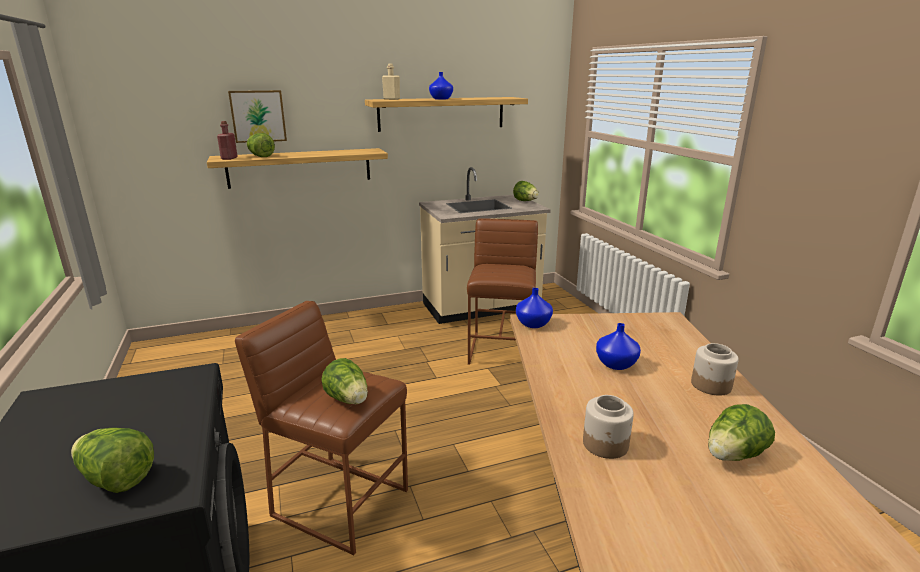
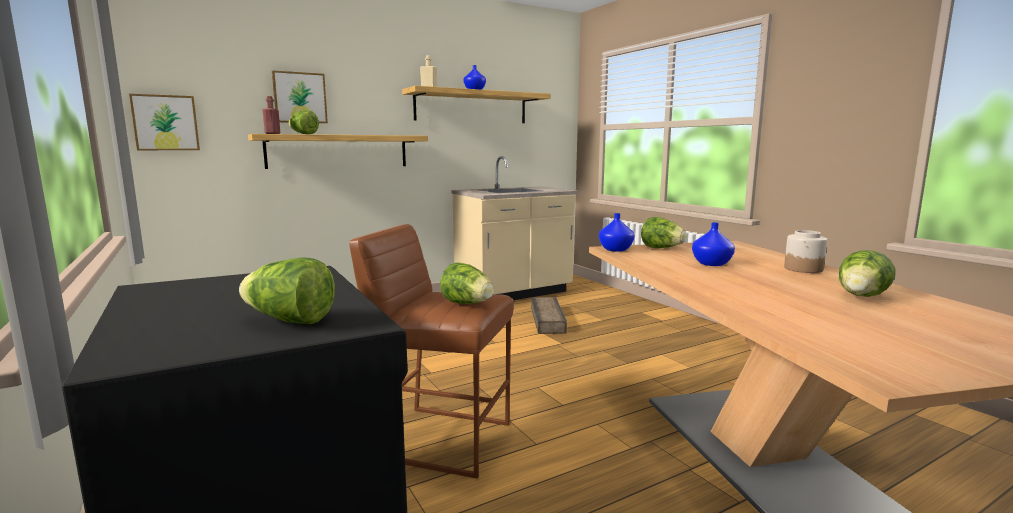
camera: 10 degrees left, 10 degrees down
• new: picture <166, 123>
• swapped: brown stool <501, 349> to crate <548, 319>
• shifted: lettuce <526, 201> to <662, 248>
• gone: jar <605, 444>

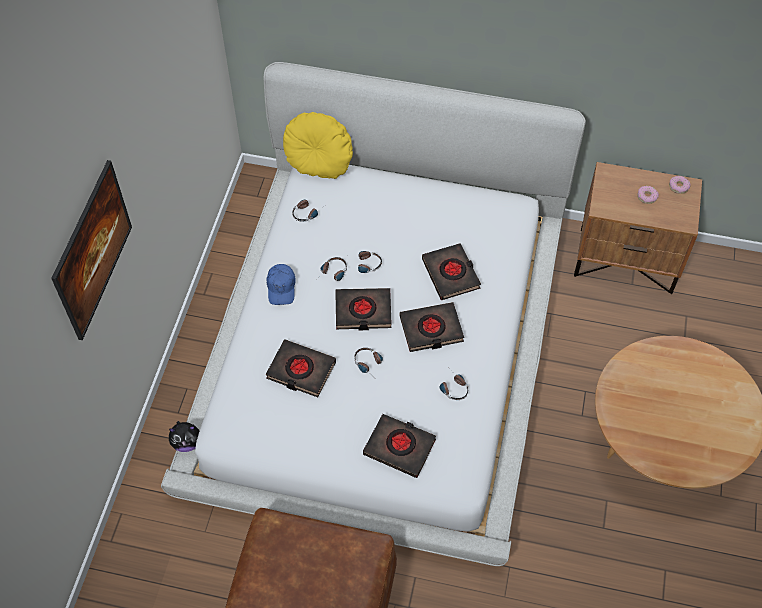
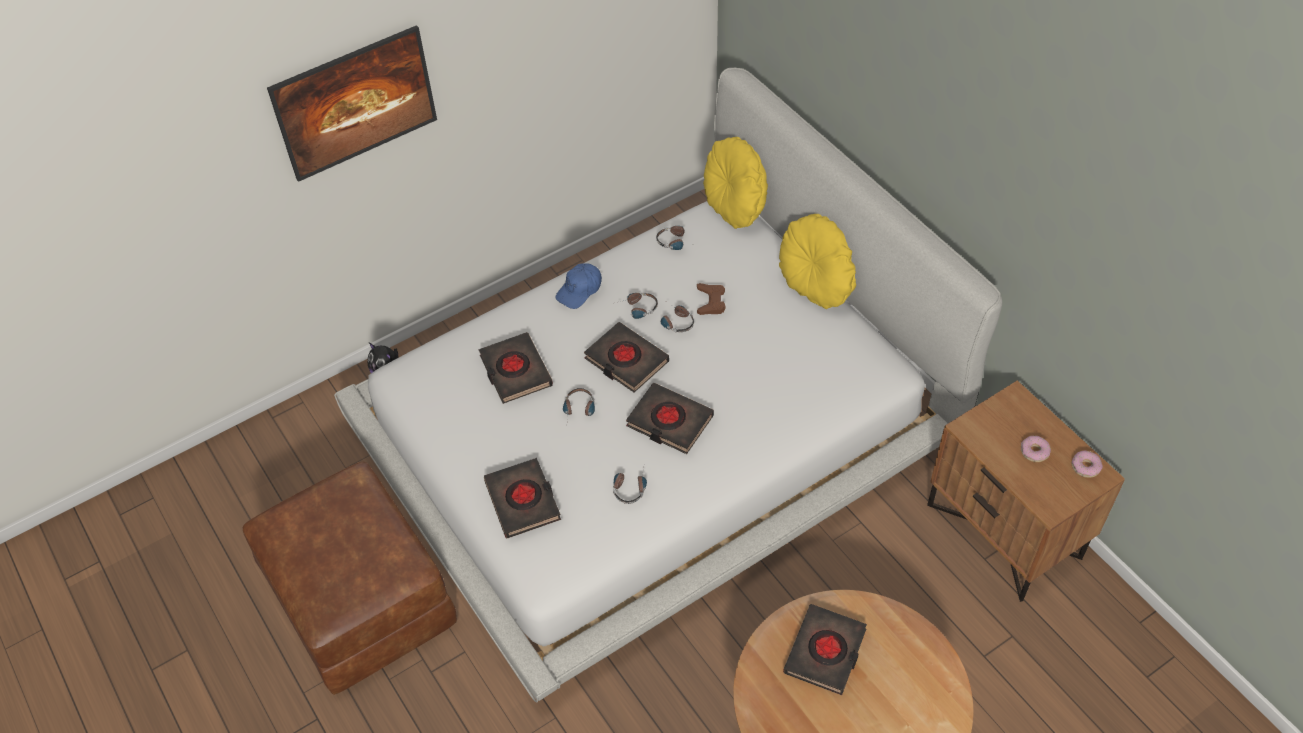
camera: 45 degrees right, 5 degrees down
• new: brown game controller <711, 302>
• new: yellow pillow <816, 288>
• shifted: black book <451, 274> to <825, 652>

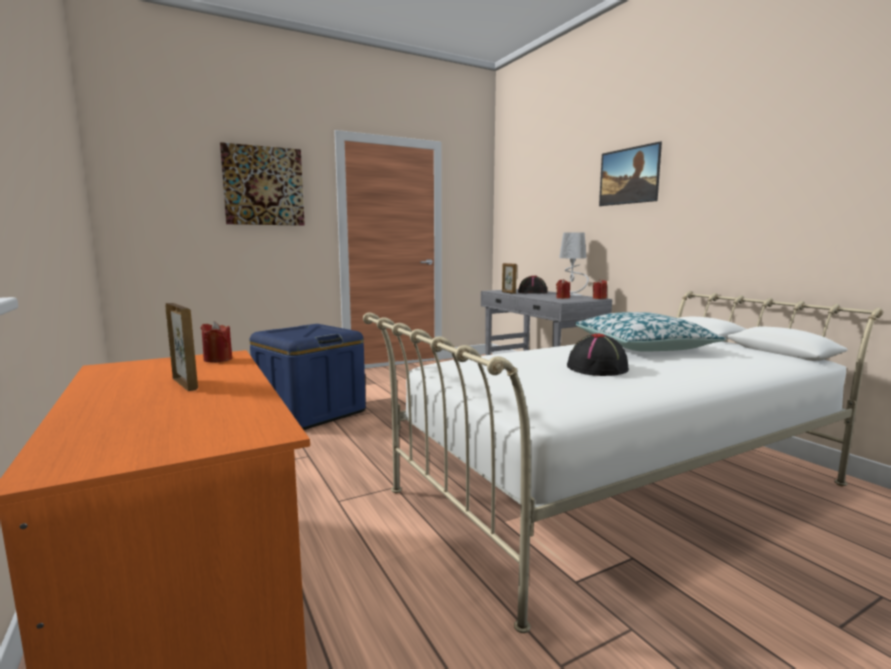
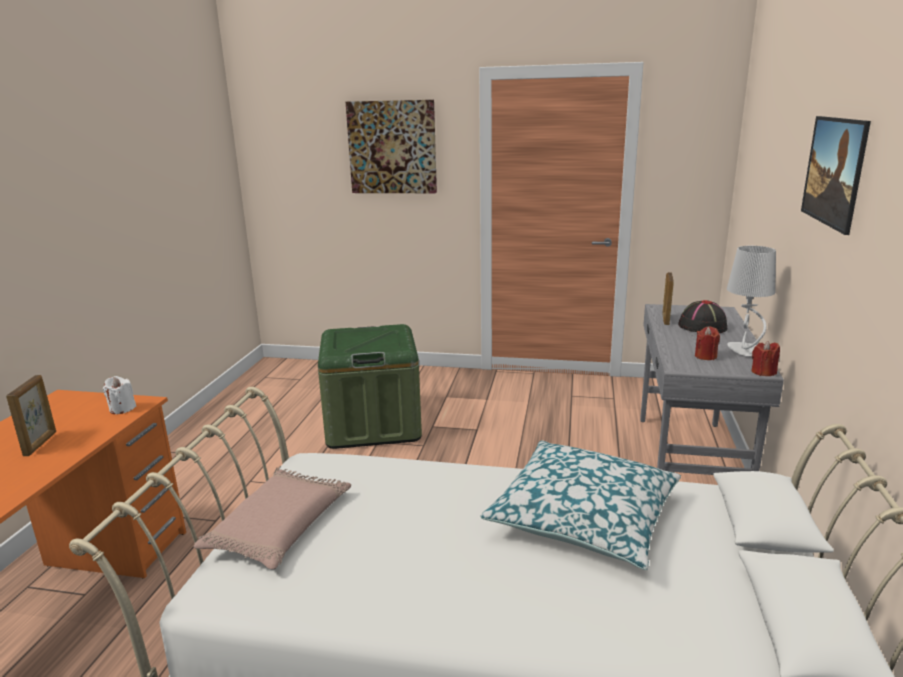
camera: 40 degrees right, 10 degrees up
• repainted: red candle <218, 359> to white candle <122, 409>
• new: beige pillow <278, 524>
• repainted: blue storage box <310, 412> to green storage box <373, 424>
• gone: black hat <597, 368>

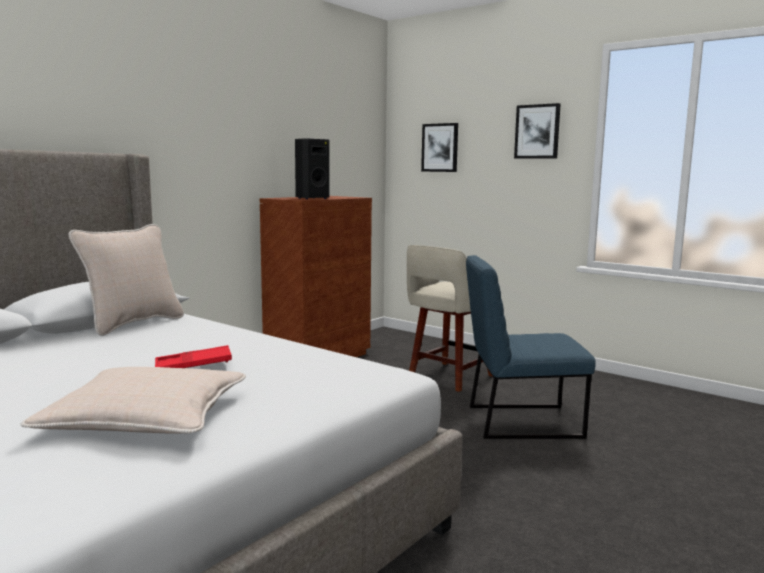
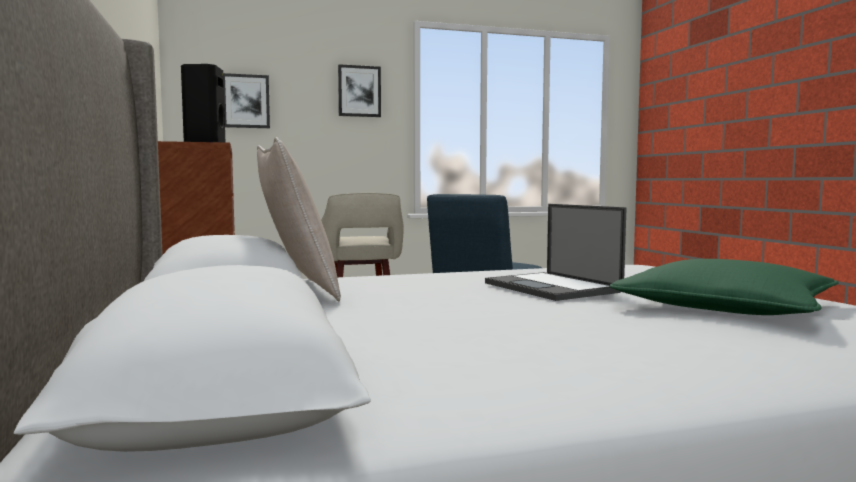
camera: 55 degrees left, 5 degrees down
• swapped: red tray <193, 365> to laptop <553, 287>
• repainted: beige pillow <146, 416> to green pillow <724, 306>

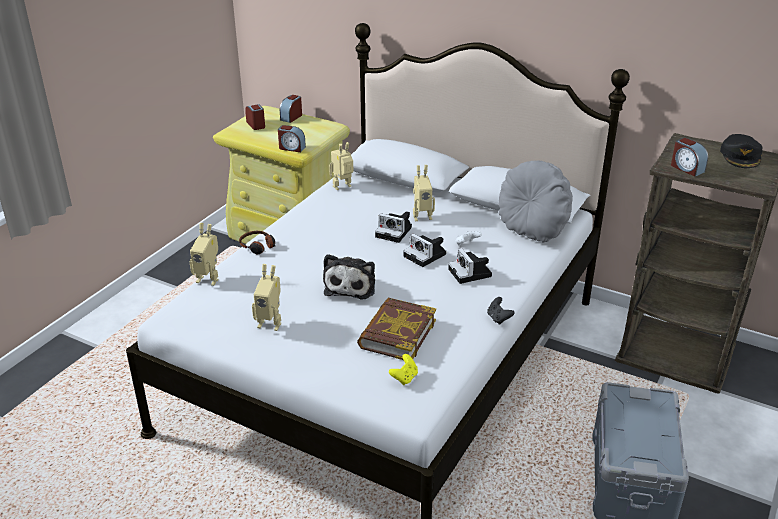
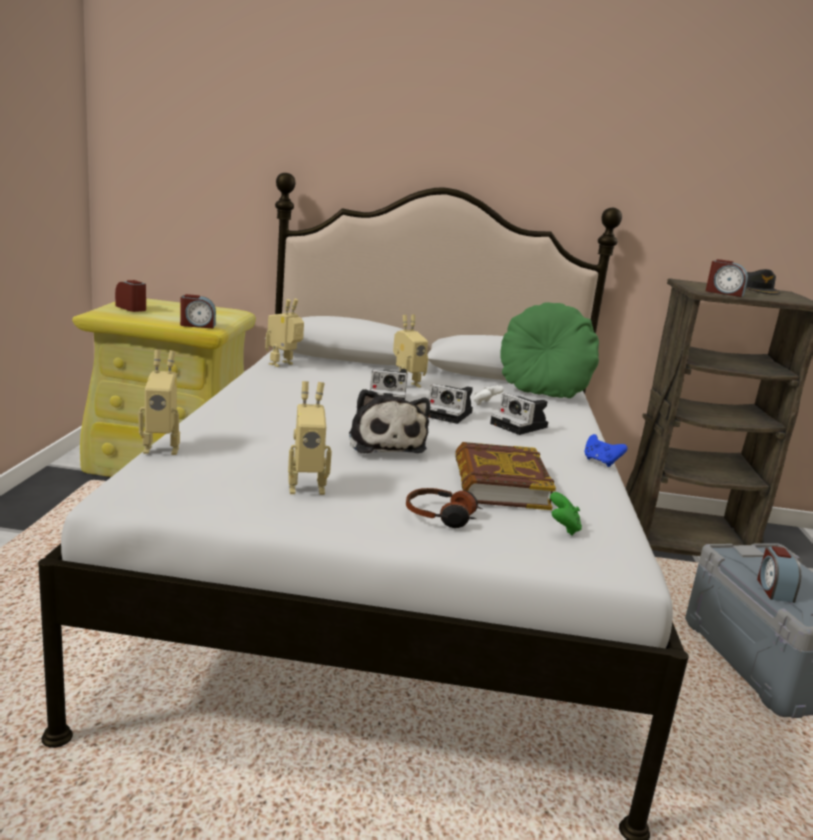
camera: 25 degrees left, 15 degrees down
• shifted: headphones <258, 246> to <442, 516>
• repainted: grey pillow <531, 232> to green pillow <542, 393>
• repainted: yellow game controller <404, 378> to green game controller <563, 528>
• repainted: black game controller <498, 318> to blue game controller <601, 462>
• shifted: alarm clock <291, 117> to <774, 589>

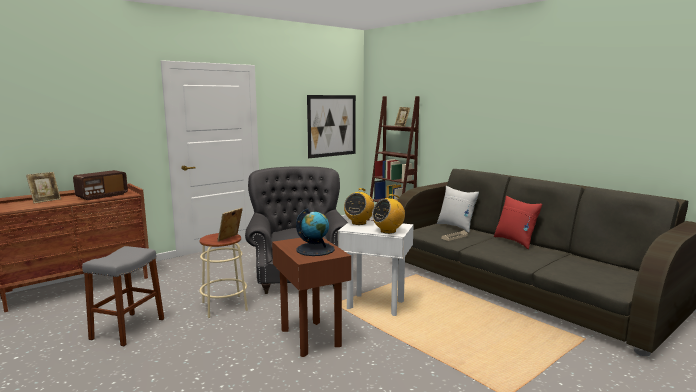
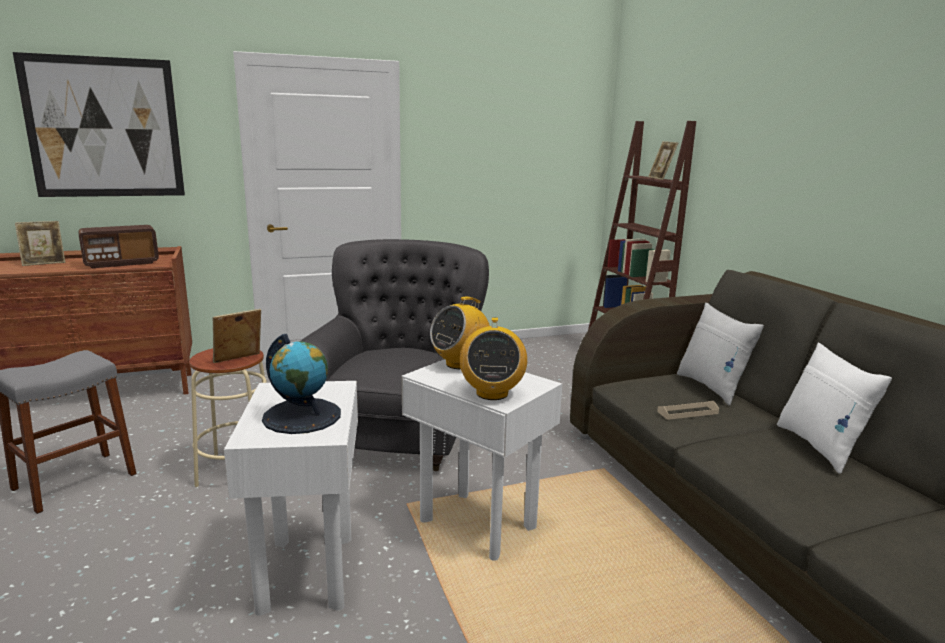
camera: 20 degrees right, 5 degrees up
• shifted: picture <332, 125> to <104, 128>
• repainted: brown side table <311, 337> to white side table <308, 572>
• rotated: radio <388, 231> = <492, 393> 75 degrees counterclockwise
• repainted: red pillow <515, 242> to white pillow <819, 447>

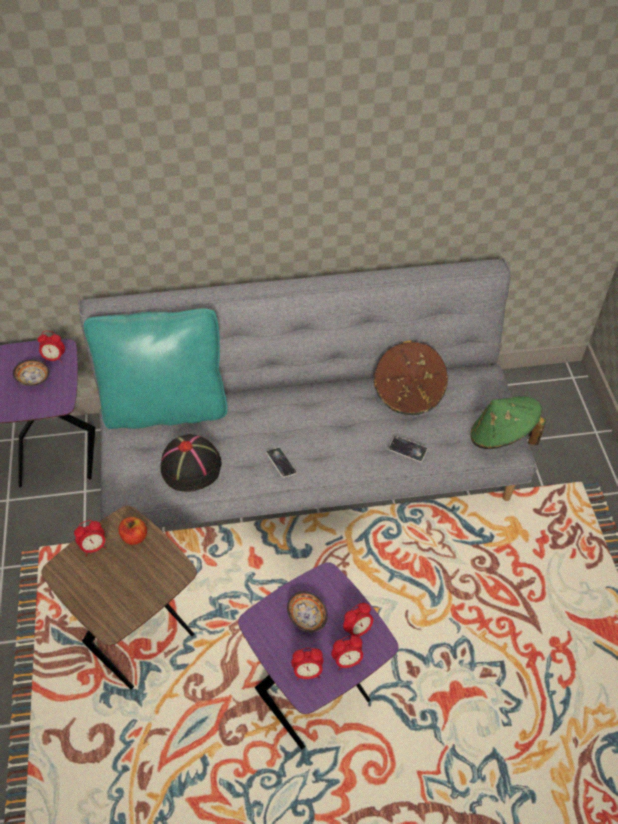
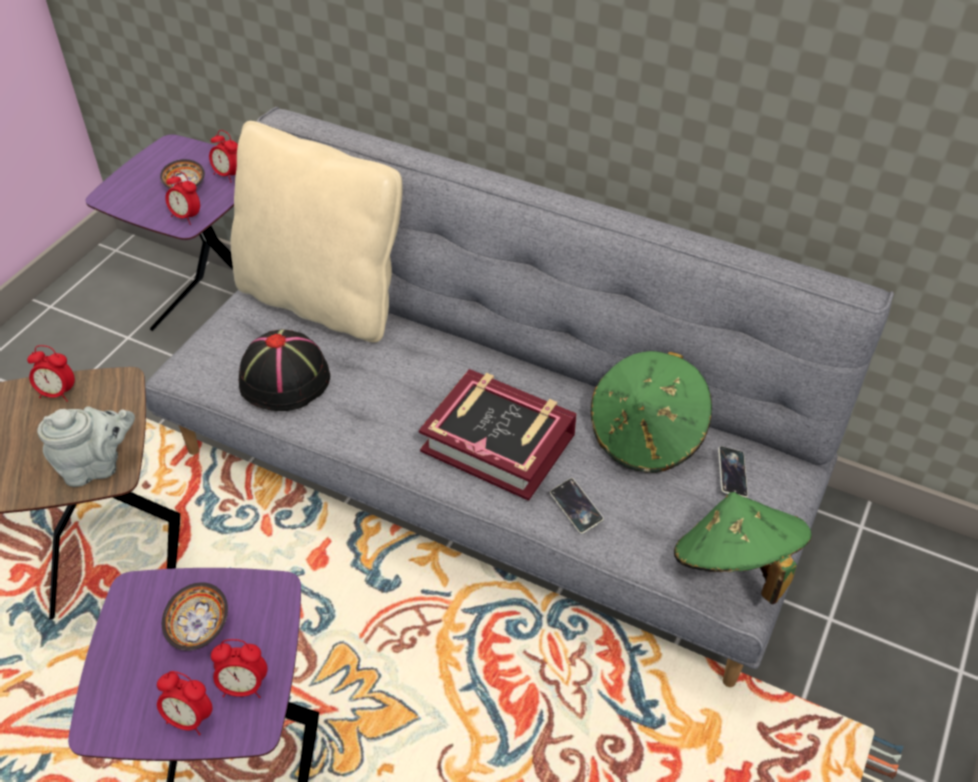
camera: 35 degrees right, 5 degrees down
• new: grey teapot <97, 466>
• shifted: alarm clock <307, 672> to <186, 217>
• repainted: turquoise pillow <166, 408> to beige pillow <322, 300>
• new: book <498, 442>
• repainted: brown hat <409, 393> to green hat <647, 436>
• shifted: phone <281, 464> to <732, 474>
• gone: apple <134, 537>

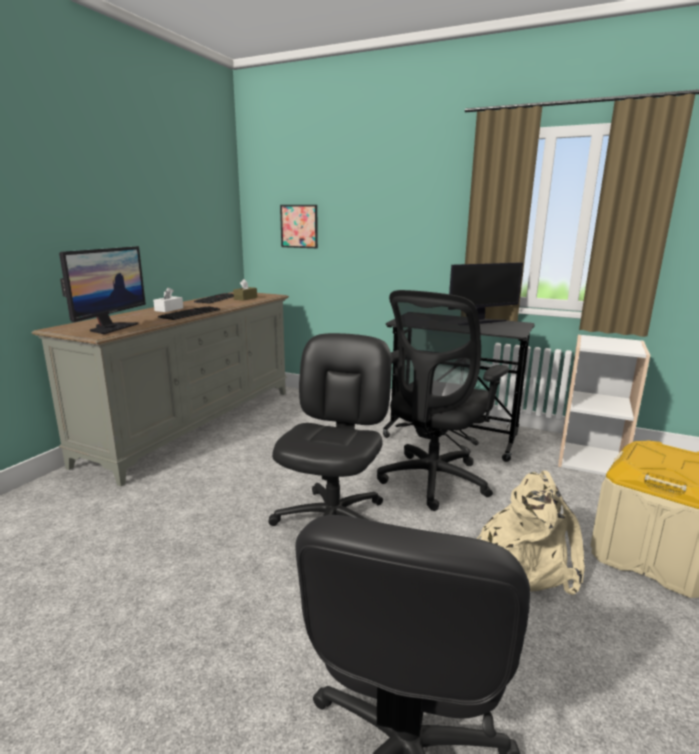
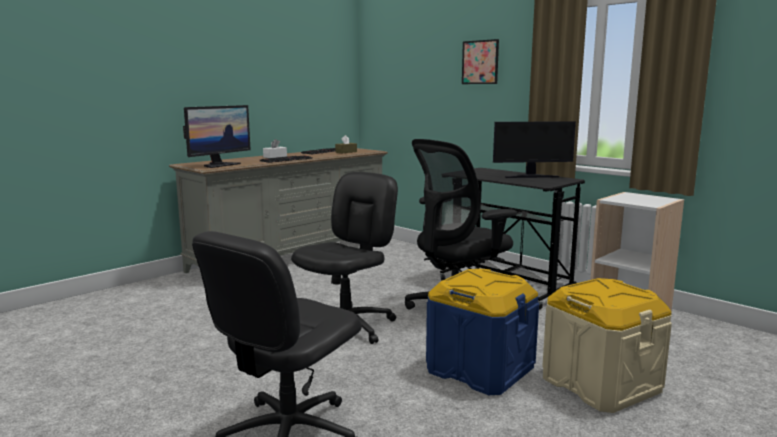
camera: 20 degrees right, 5 degrees down
• swapped: beige backpack <527, 561> to blue storage box <480, 369>
• shifted: picture <299, 226> to <480, 62>

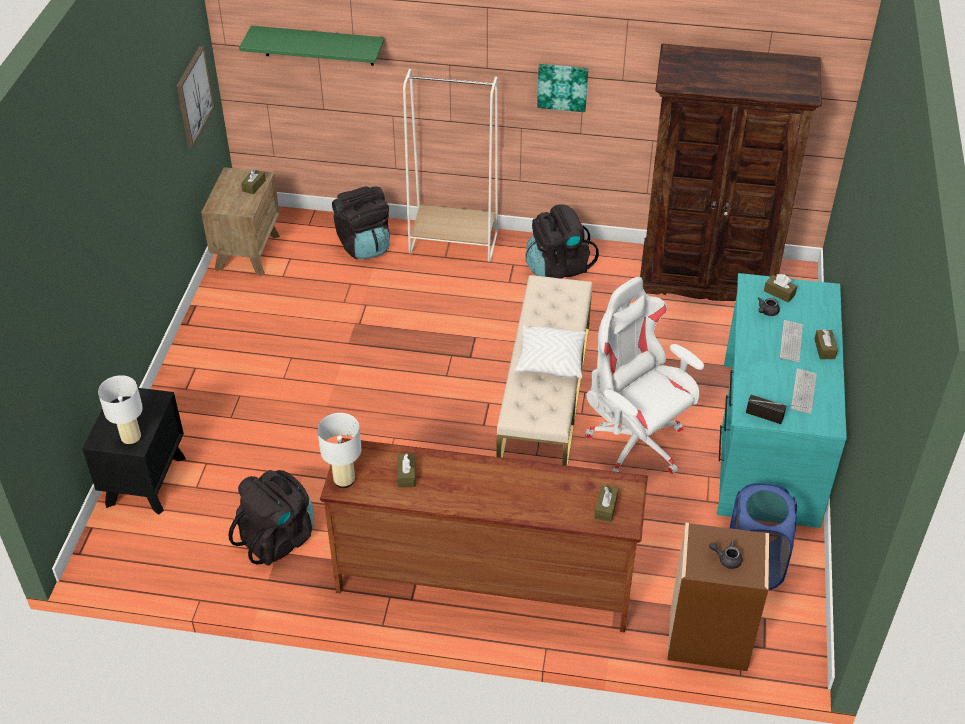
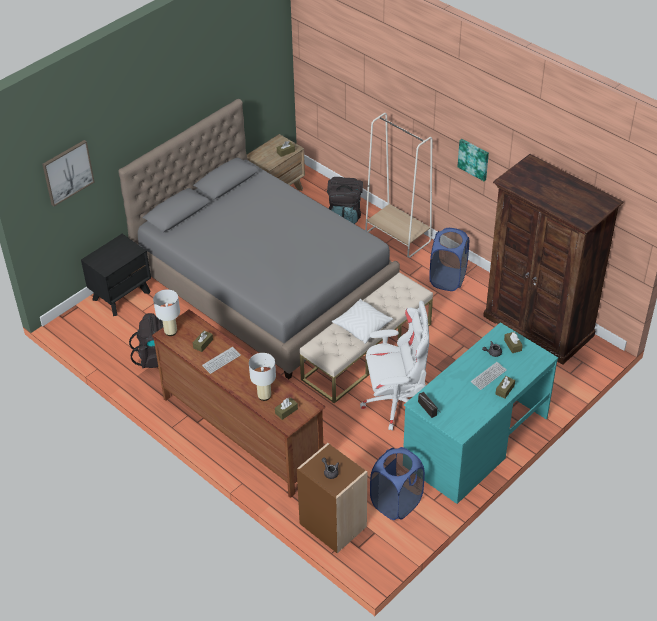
camera: 35 degrees right, 0 degrees up
• shifted: picture <193, 96> to <67, 172>
• new: grey bed <264, 283>
• shifted: keyboard <803, 392> to <221, 361>
• shifted: white table lamp <132, 439> to <265, 396>
• rotated: white office chair <637, 445> = <395, 404> 90 degrees clockwise
• swapped: black backpack <558, 267> to blue laundry basket <448, 279>
• gone: green shelf <318, 45>

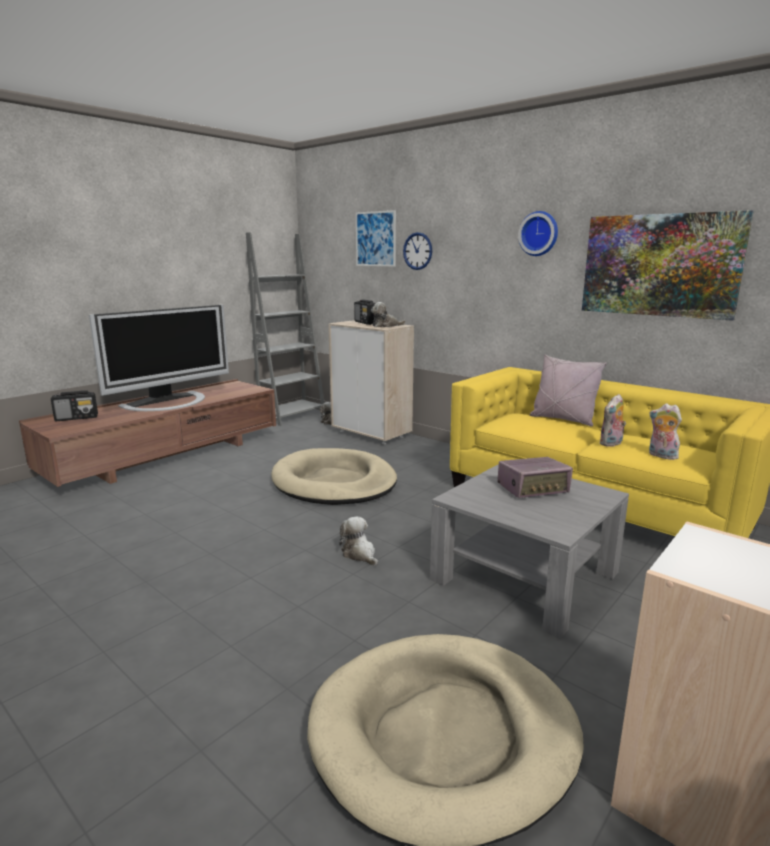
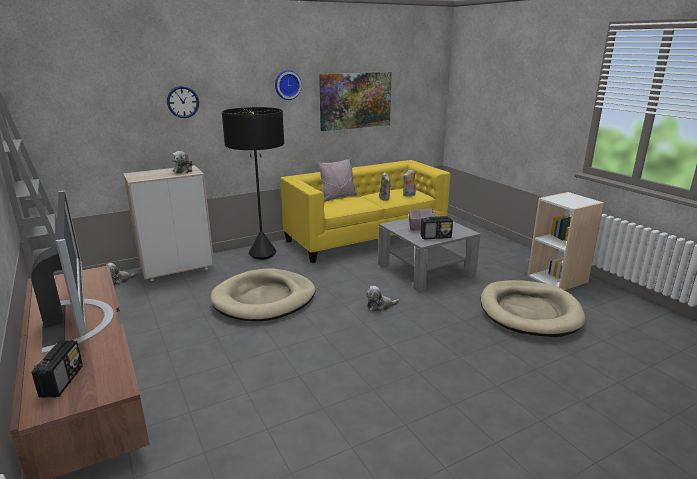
camera: 70 degrees left, 5 degrees up
• new: black floor lamp <262, 255>
• shifted: radio <366, 323> to <436, 237>
• gone: picture <375, 239>

